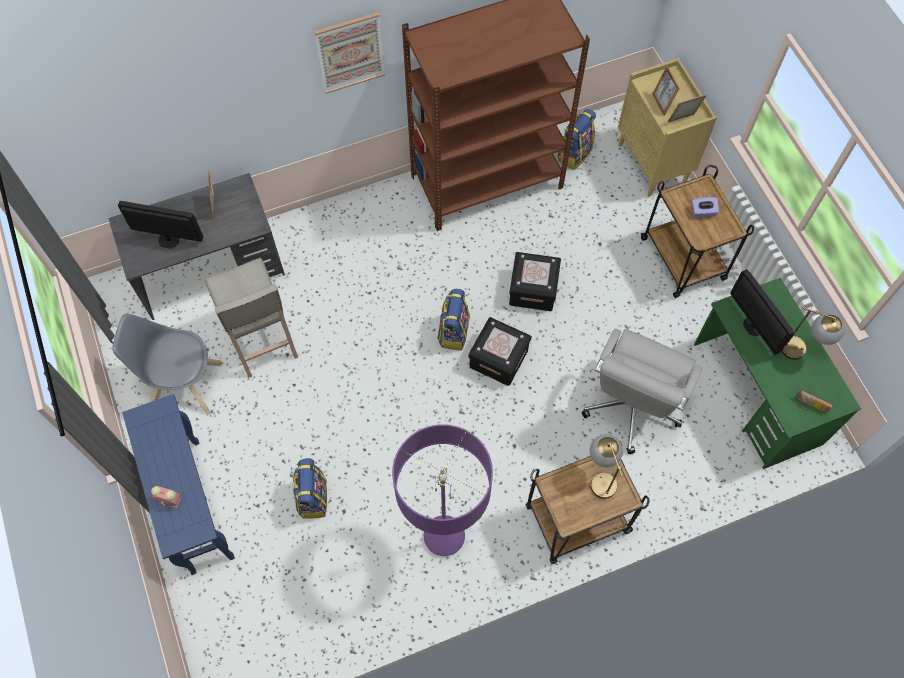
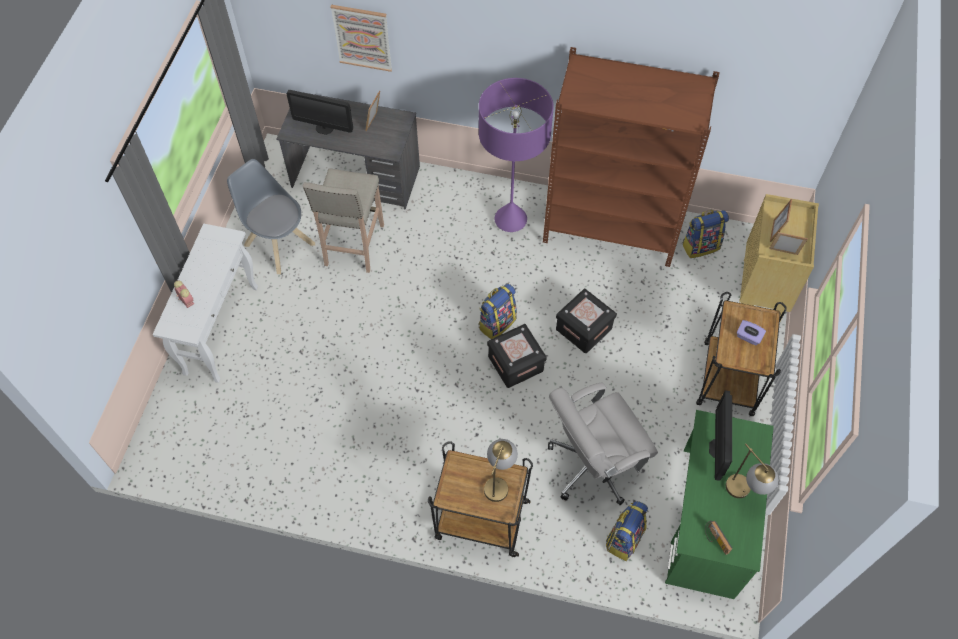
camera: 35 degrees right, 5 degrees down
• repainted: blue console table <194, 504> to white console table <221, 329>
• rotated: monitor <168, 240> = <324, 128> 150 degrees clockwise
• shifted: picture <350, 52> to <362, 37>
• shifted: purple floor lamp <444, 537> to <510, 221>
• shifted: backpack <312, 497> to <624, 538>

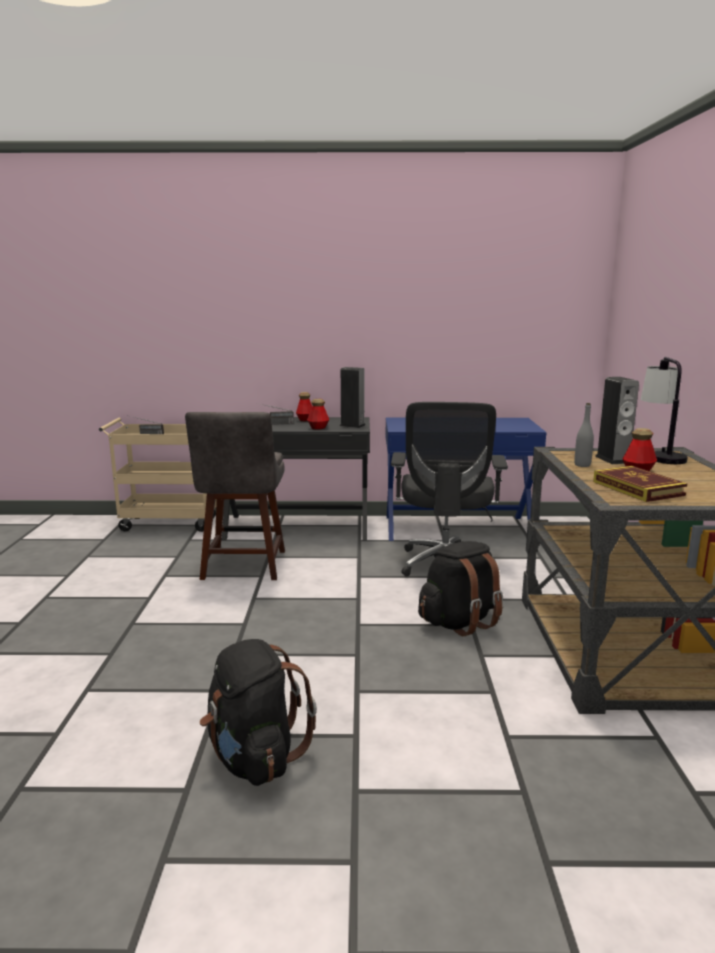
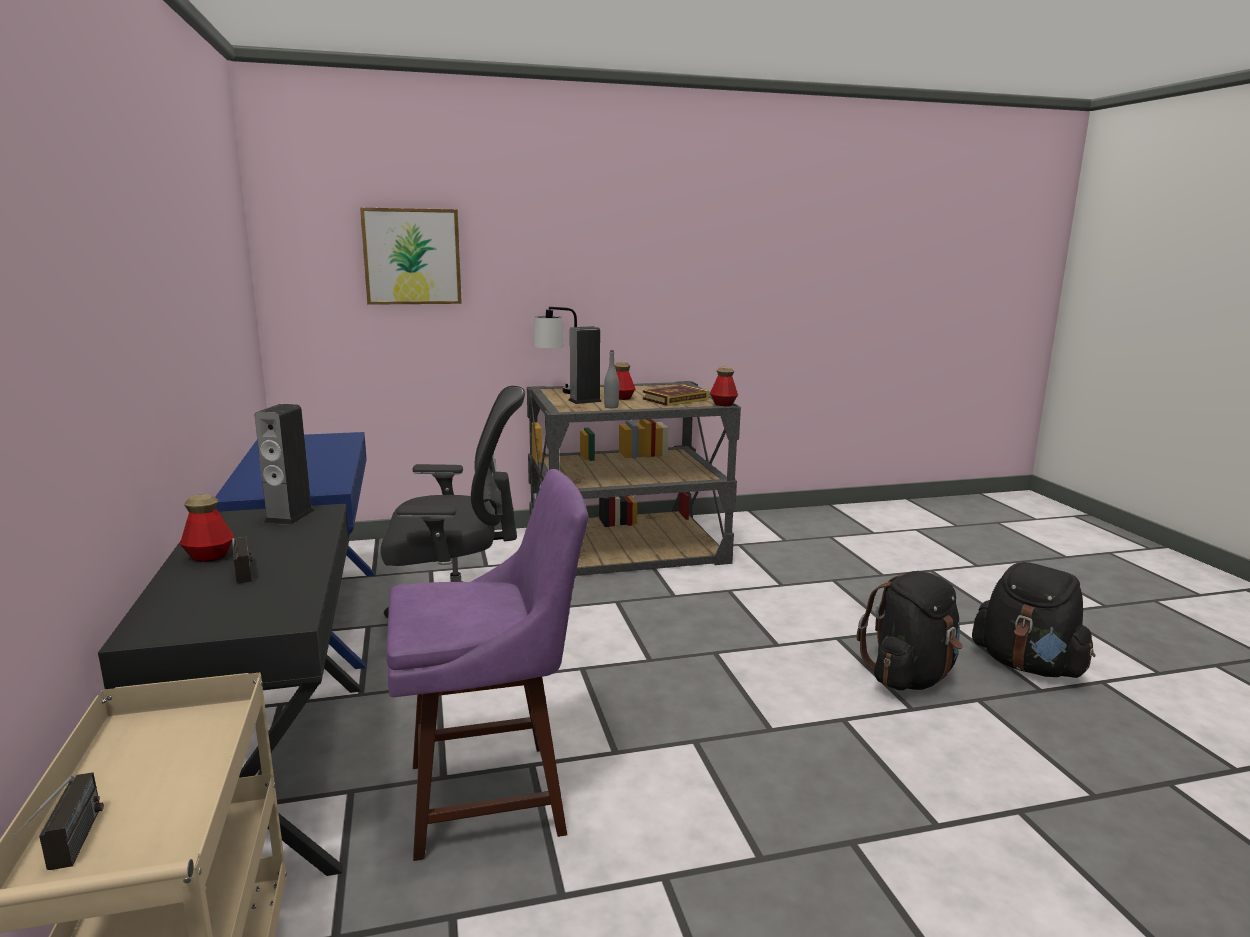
camera: 105 degrees left, 0 degrees up
• new: picture <412, 256>
• repainted: grey stool <243, 566> to purple stool <494, 796>
• shifted: bottle <318, 428> to <723, 404>
• shifted: black backpack <459, 622> to <1028, 666>

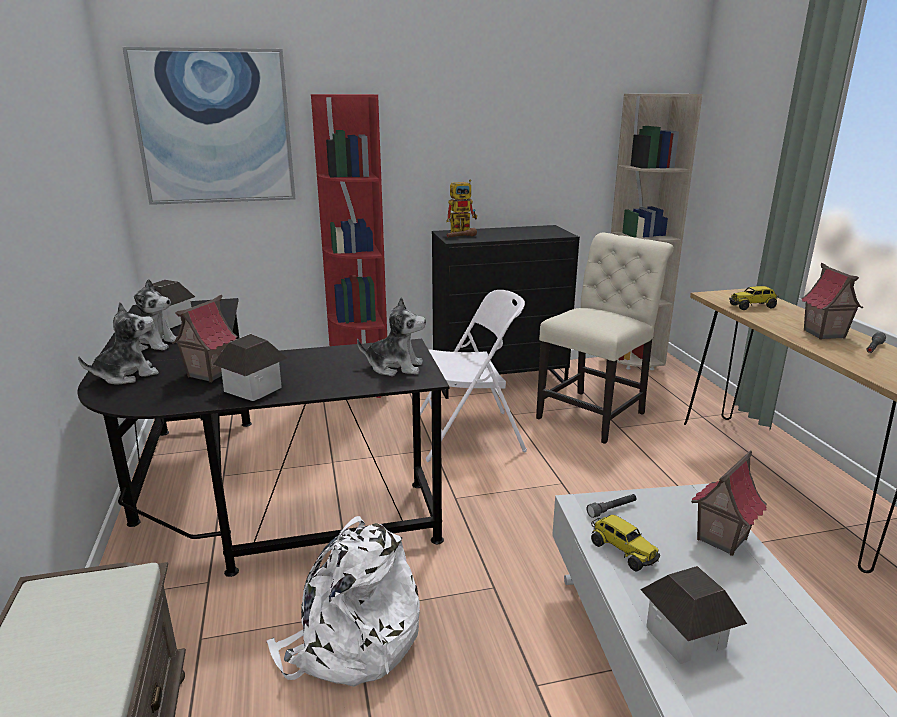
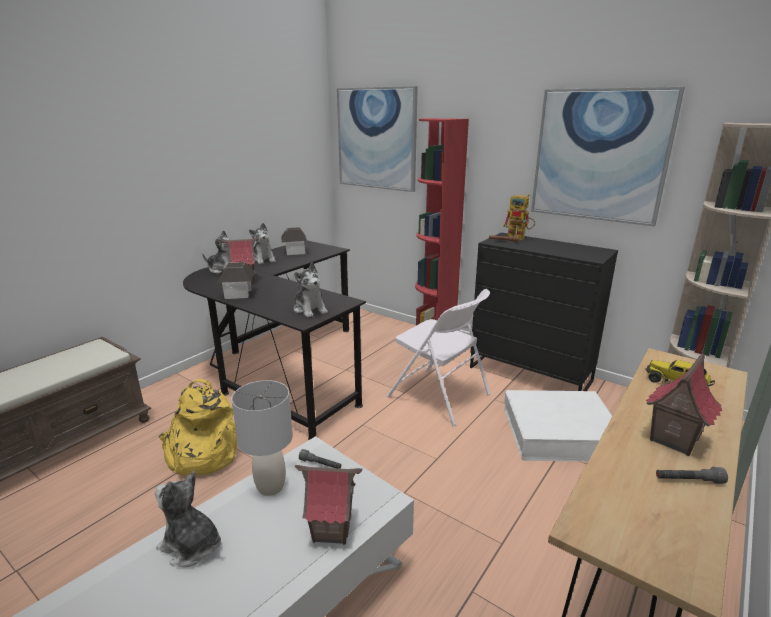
camera: 50 degrees right, 0 degrees up
• swapped: toy house <685, 637> to plush toy <191, 546>
• repainted: white backpack <351, 642> to yellow backpack <202, 453>
• swapped: toy truck <622, 551> to grey table lamp <271, 486>
• swapped: beige chair <595, 414> to white storage box <559, 433>
• new: picture <599, 156>

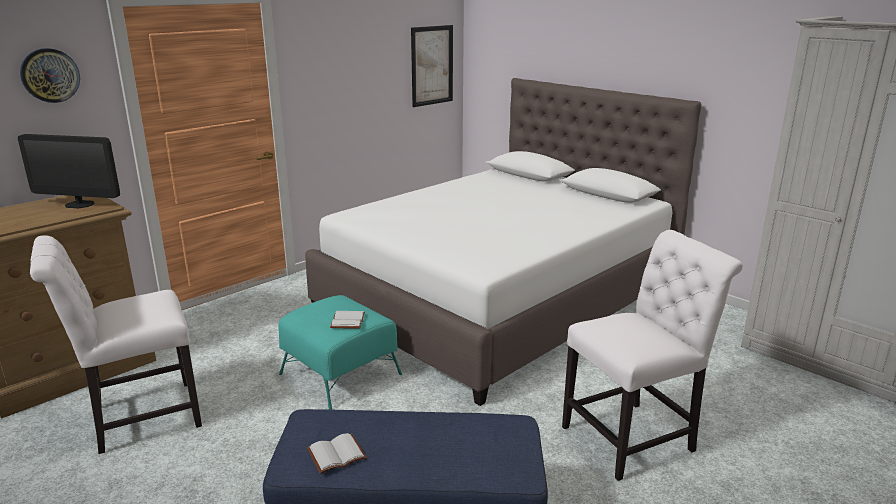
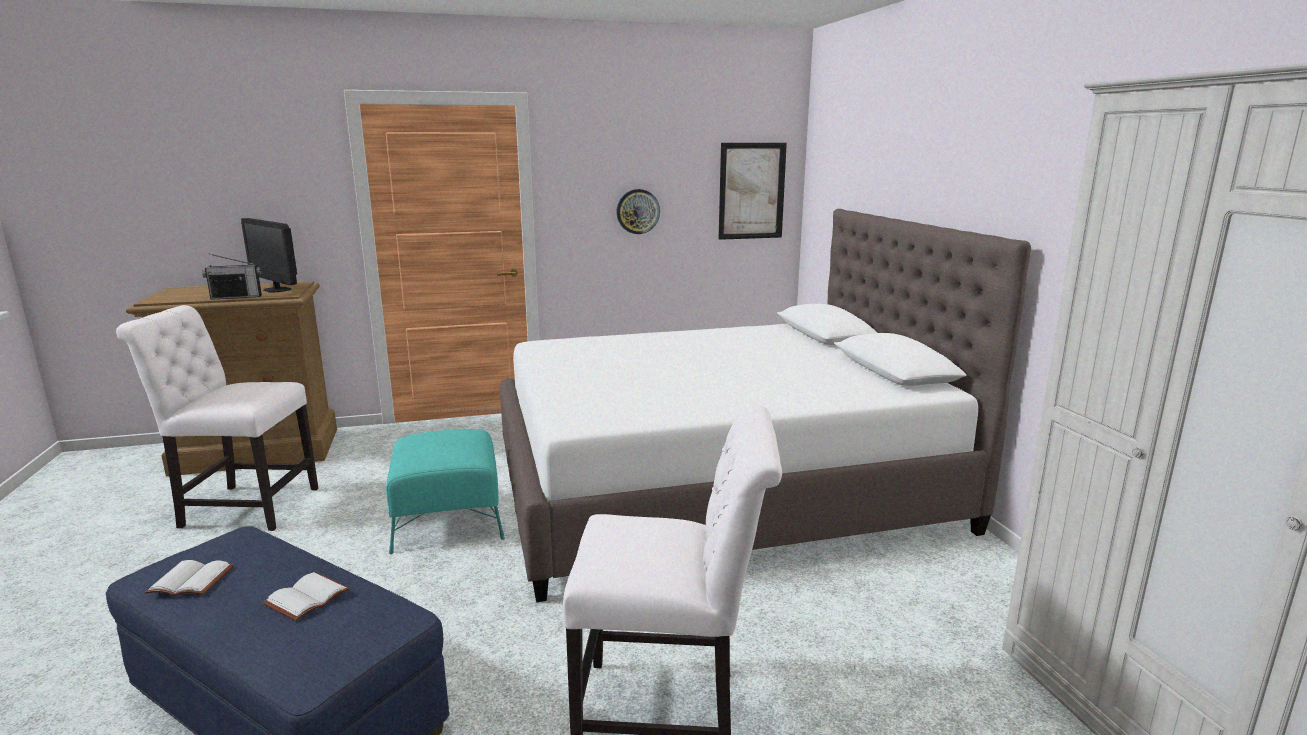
camera: 30 degrees right, 5 degrees down
• new: radio <236, 297>
• shifted: white book <347, 320> to <307, 597>
• shifted: wall clock <50, 75> to <637, 211>

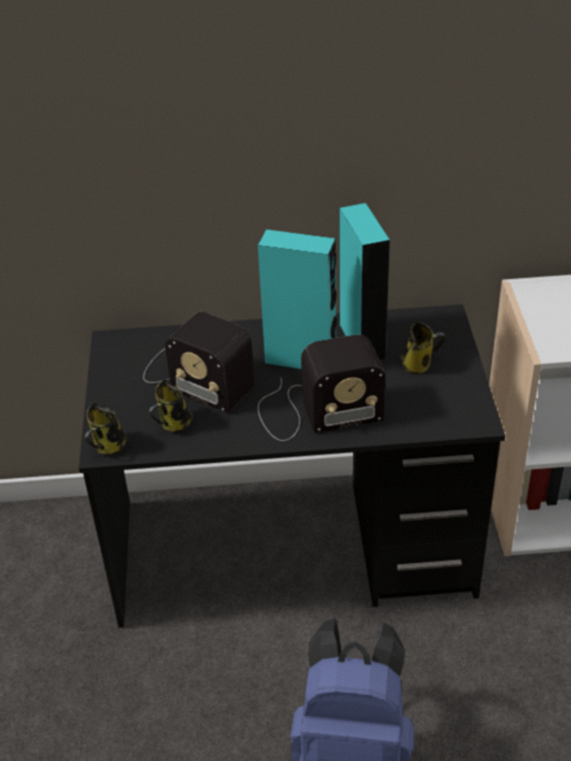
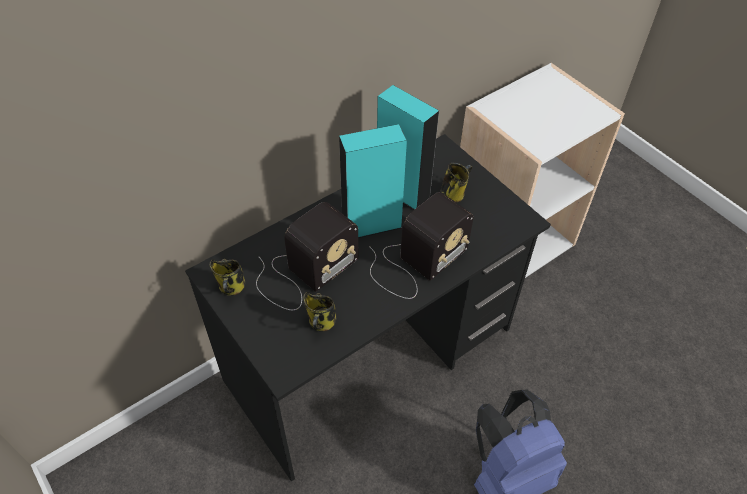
camera: 35 degrees left, 10 degrees up
• shifted: mug <108, 447> to <232, 287>
• rotated: radio <195, 376> = <303, 273> 45 degrees counterclockwise

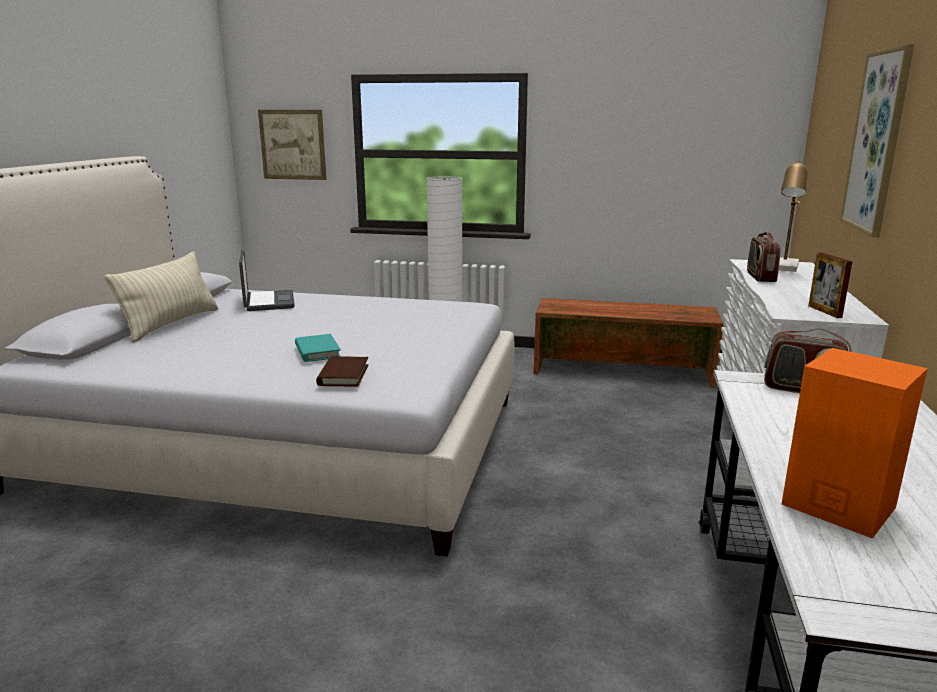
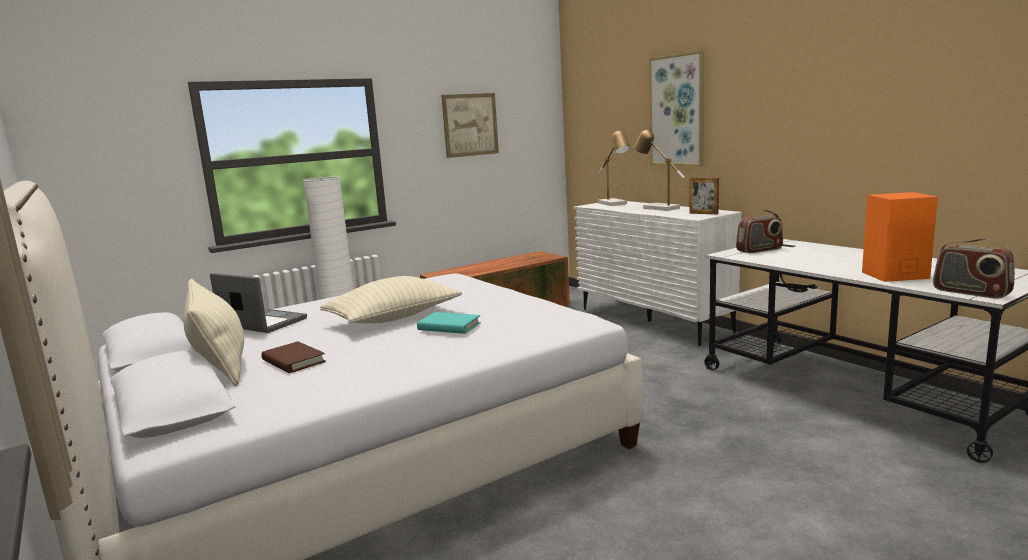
camera: 45 degrees left, 5 degrees down
• shifted: brown book <343, 375> to <293, 361>
• new: beige pillow <394, 318>
• shifted: picture <292, 144> to <470, 125>
• new: table lamp <657, 208>
• shifted: radio <760, 277> to <971, 292>

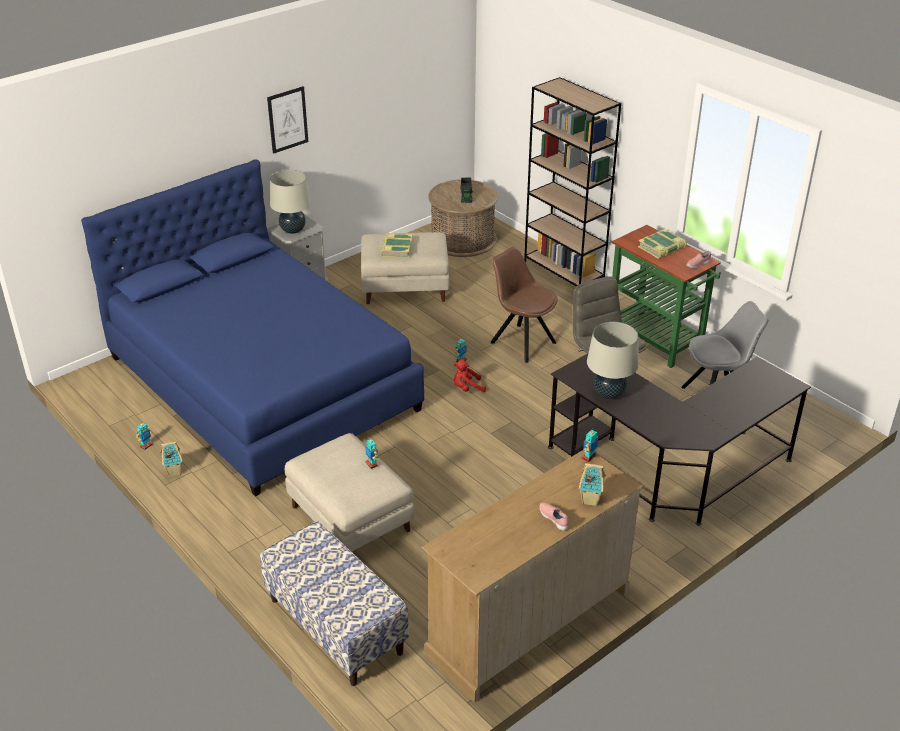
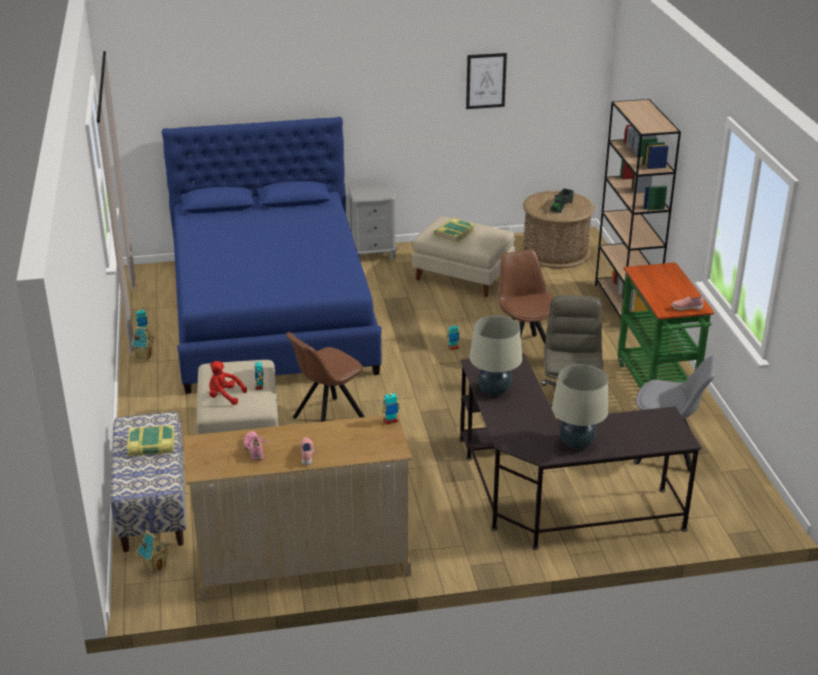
camera: 30 degrees right, 5 degrees down
• shifted: book <662, 248> to <151, 445>
• shifted: toy house <589, 499> to <155, 566>
• shifted: red plush toy <467, 388> to <224, 396>
• new: pink shoe <255, 449>
• new: brown chair <328, 418>
• shifted: picture <287, 119> to <486, 81>
• shifted: beige table lamp <293, 230> to <577, 443>

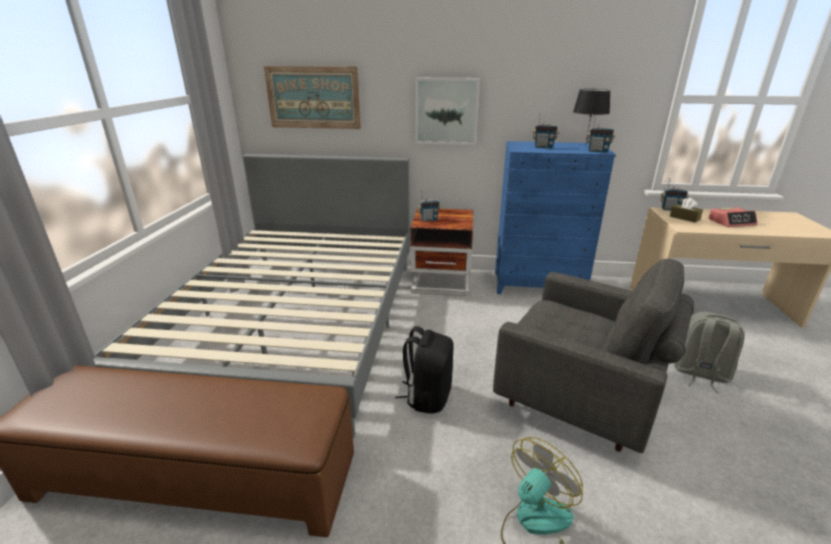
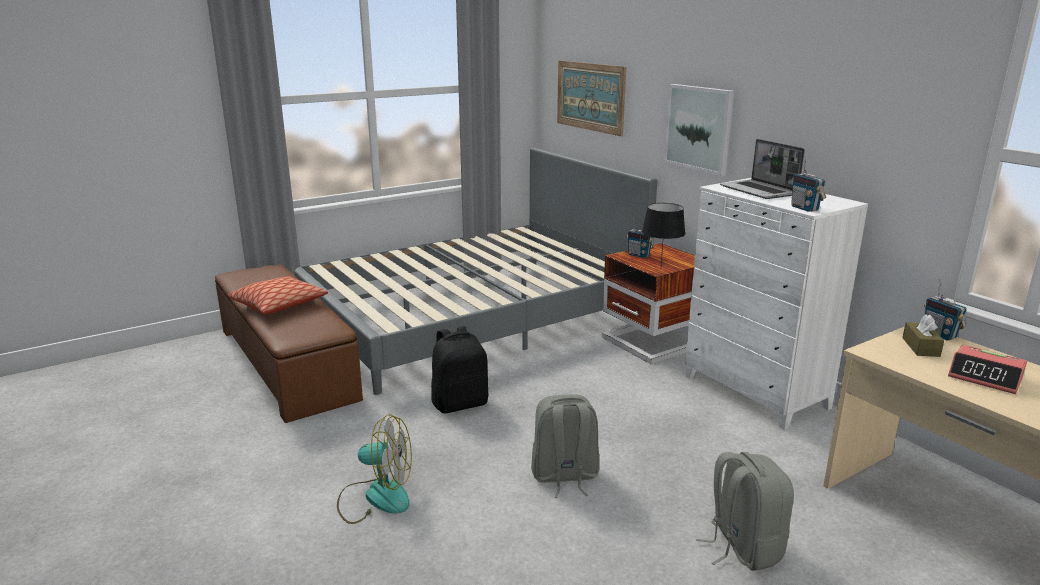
camera: 50 degrees right, 5 degrees down
• new: pillow <279, 305>
• swapped: grey armchair <579, 399> to grey backpack <564, 477>
• shifted: black table lamp <586, 144> to <661, 269>
• repainted: blue dresser <539, 286> to white dresser <754, 393>
• swapped: radio <543, 147> to laptop <759, 191>

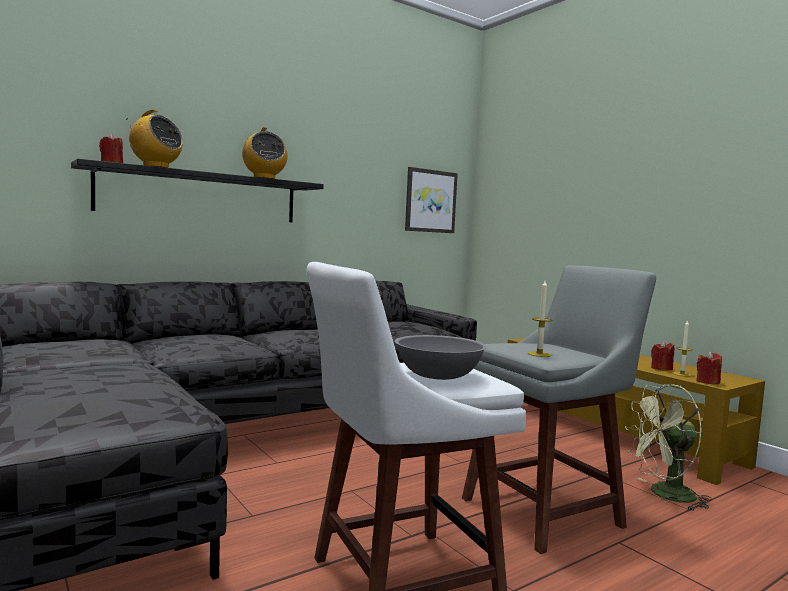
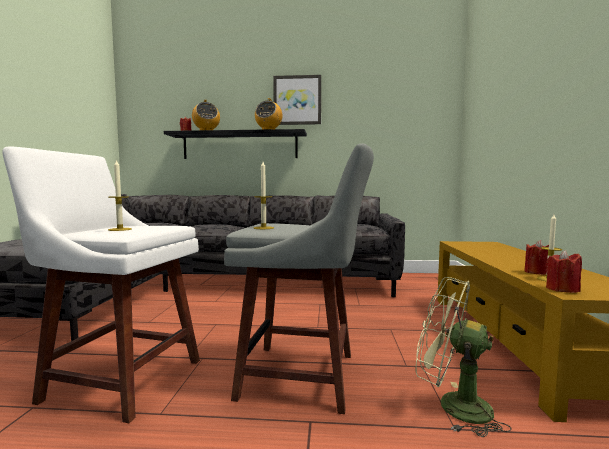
camera: 40 degrees right, 0 degrees up
• swapped: grey bowl <438, 376> to candle <120, 229>
• shifted: picture <430, 201> to <297, 100>

